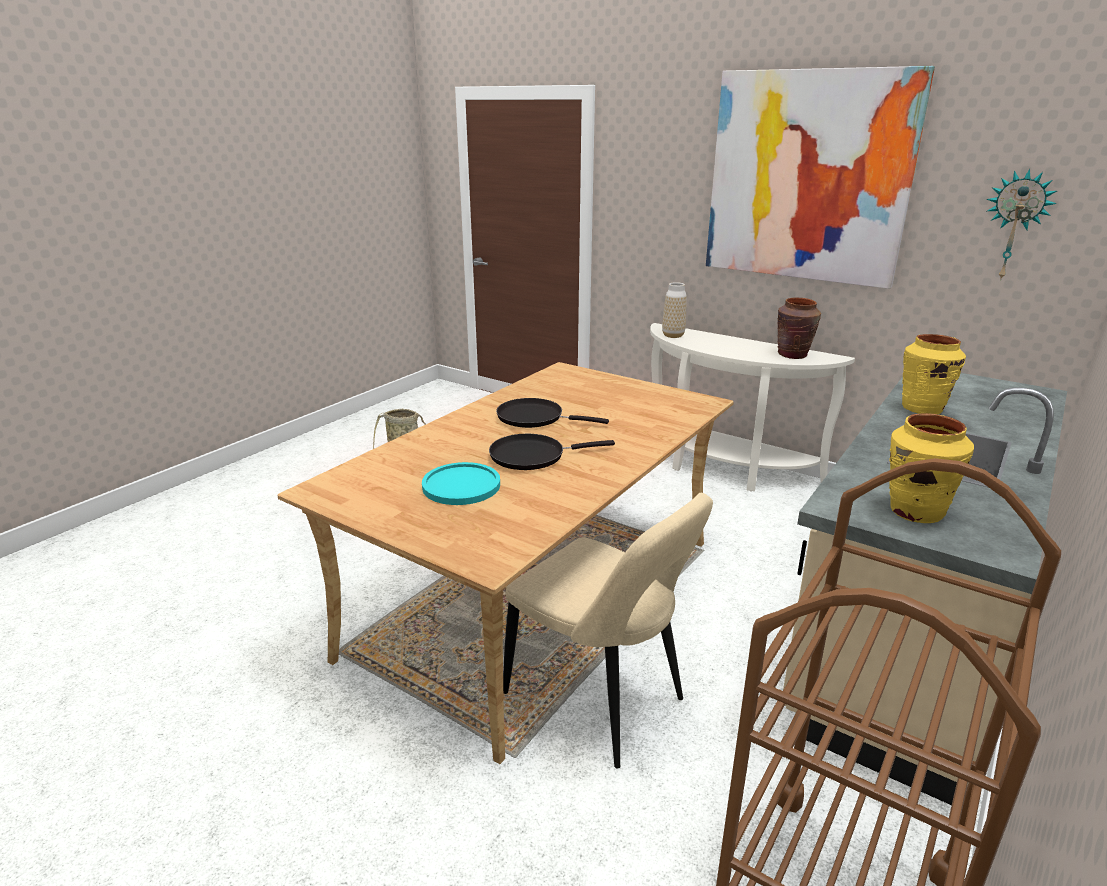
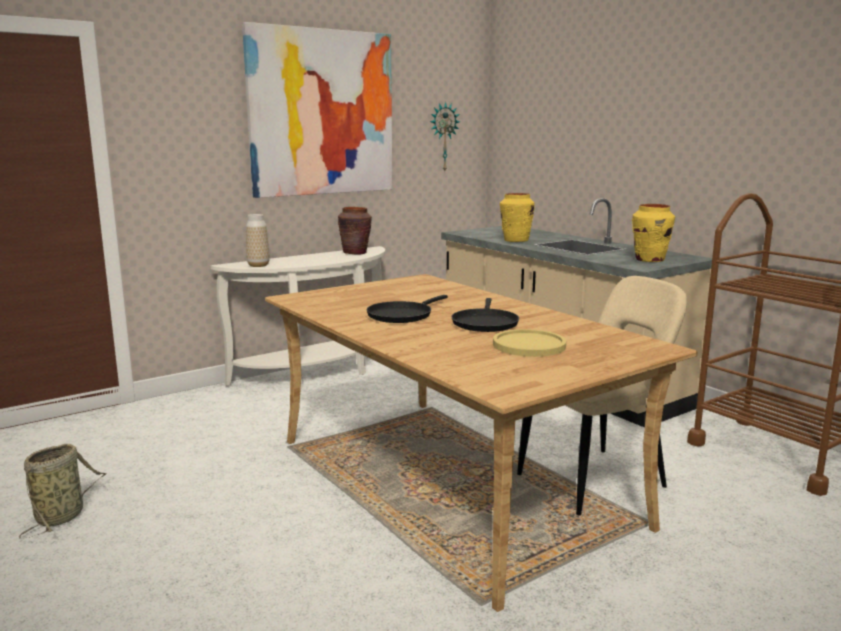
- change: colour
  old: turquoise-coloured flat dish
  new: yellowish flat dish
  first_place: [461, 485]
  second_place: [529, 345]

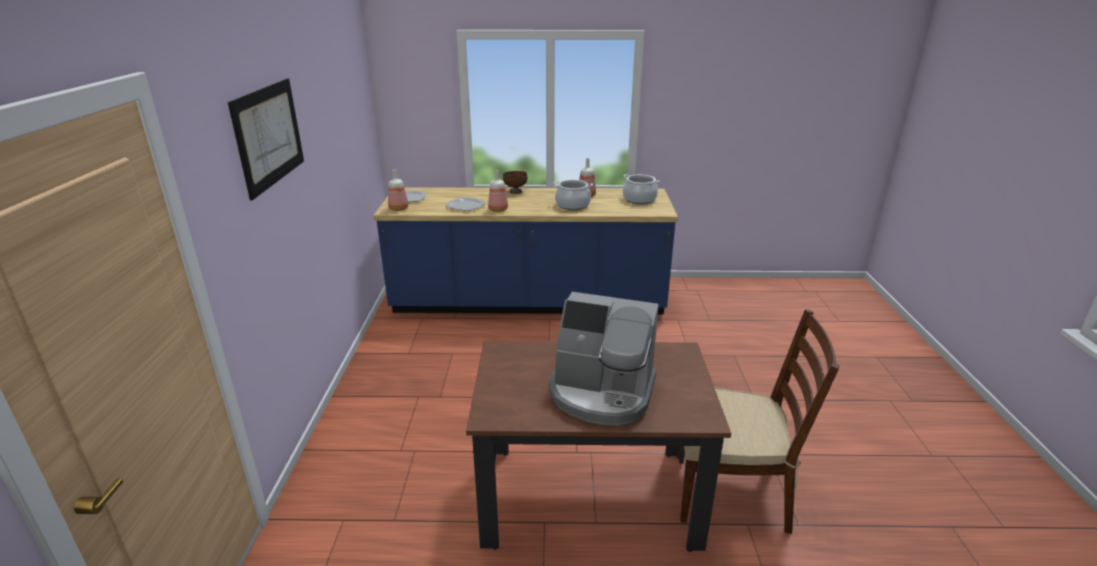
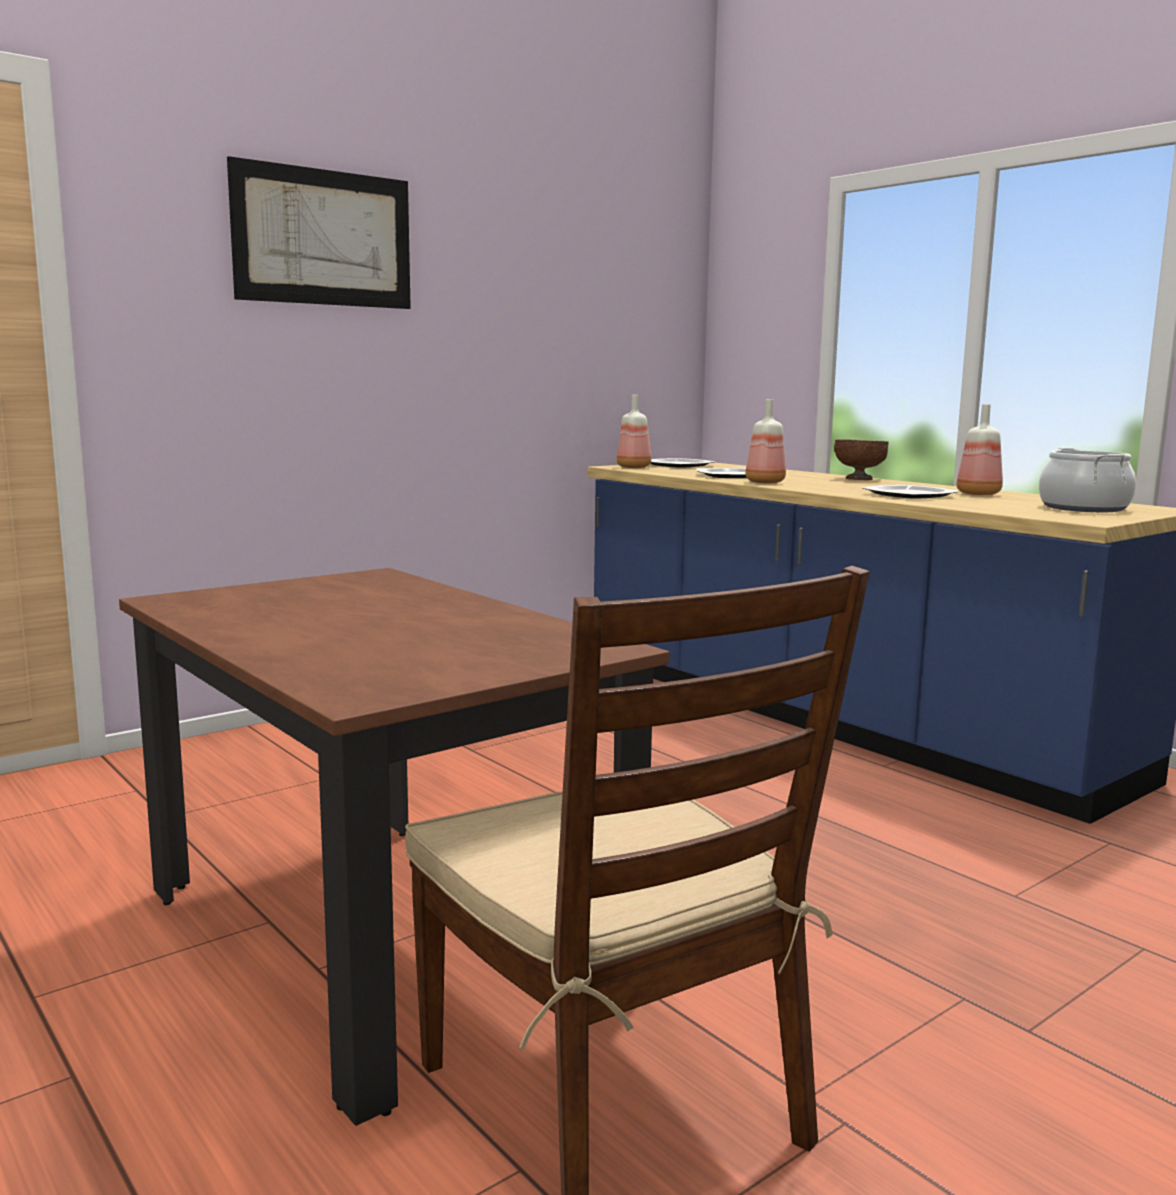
- change: missing
  old: coffee machine
  first_place: [601, 393]
- change: exchanged
  old: stockpot
  new: flat dish
  first_place: [572, 205]
  second_place: [911, 495]

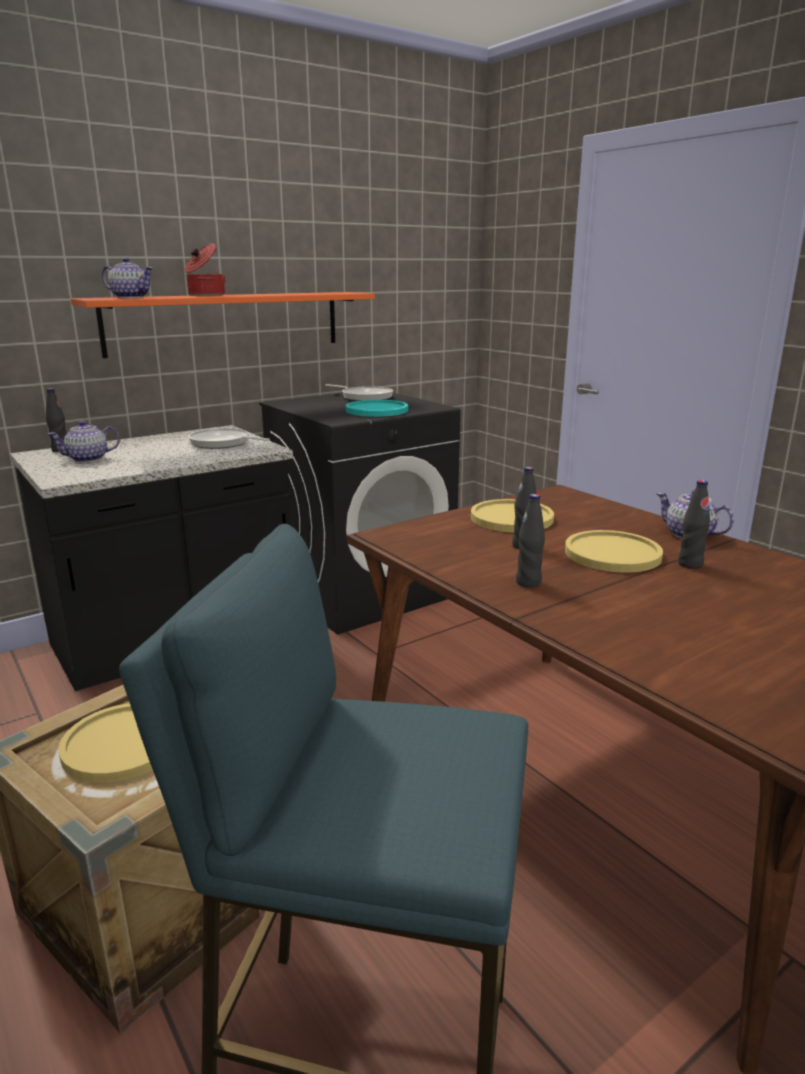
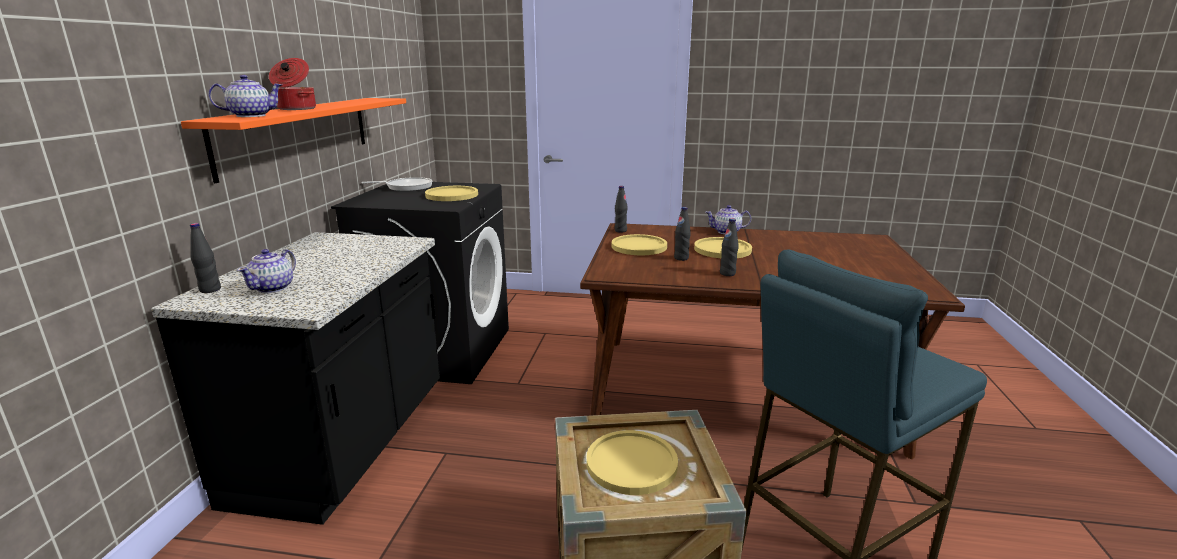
- change: missing
  old: frying pan
  first_place: [223, 443]
- change: colour
  old: turquoise-coloured flat dish
  new: yellowish flat dish
  first_place: [377, 410]
  second_place: [452, 195]
- change: relocated
  old: black-coloured beverage bottle
  first_place: [690, 564]
  second_place: [620, 231]

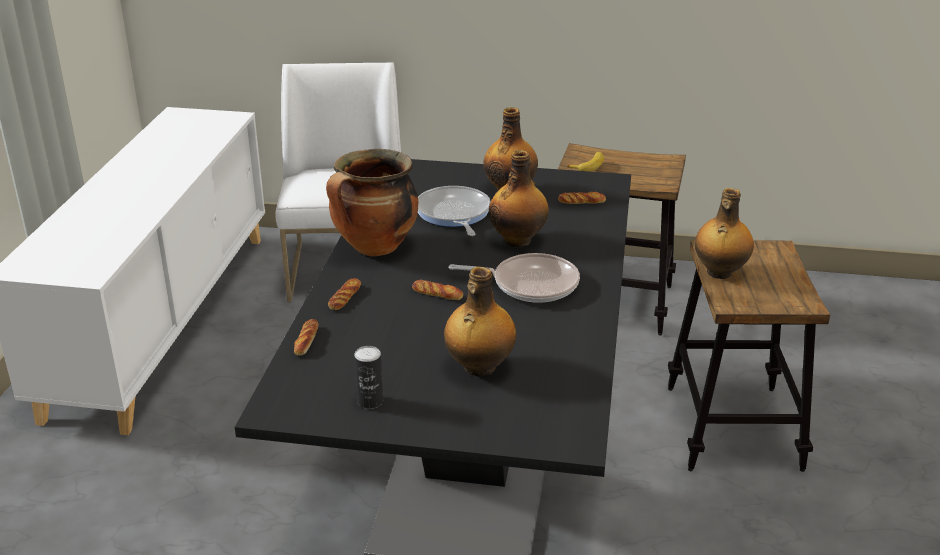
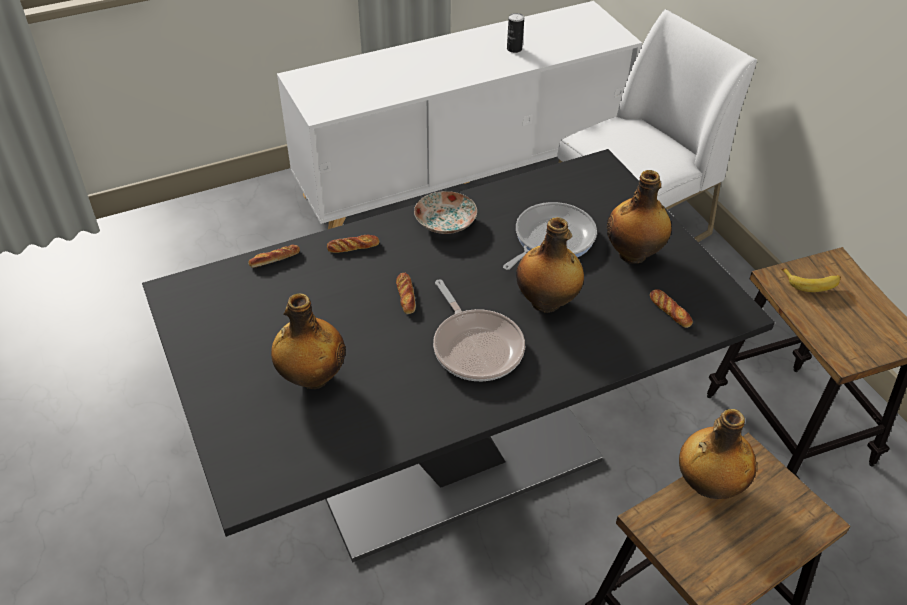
- change: exchanged
  old: stockpot
  new: flat dish
  first_place: [375, 248]
  second_place: [445, 223]
- change: relocated
  old: metal can
  first_place: [370, 401]
  second_place: [514, 49]

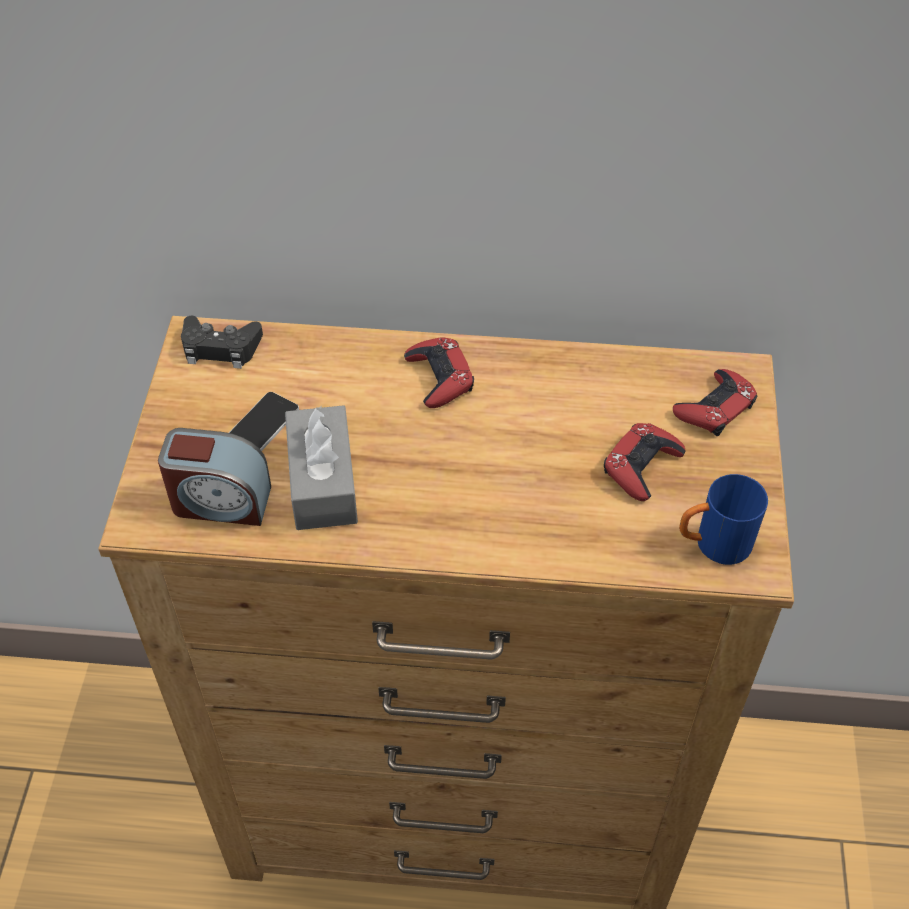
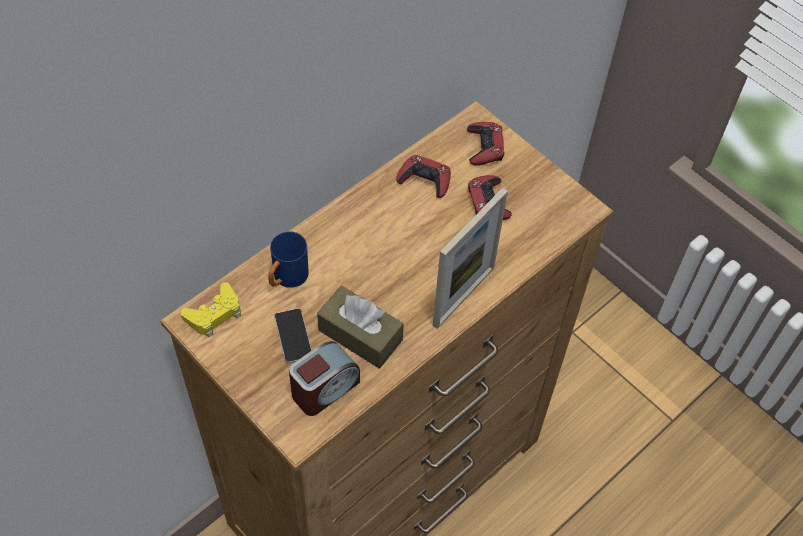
- change: colour
  old: black-coloured game controller
  new: yellowish game controller
  first_place: [220, 348]
  second_place: [214, 314]
- change: colour
  old: gray box of tissues
  new: brown box of tissues
  first_place: [323, 482]
  second_place: [360, 335]
- change: relocated
  old: reddish game controller
  first_place: [439, 378]
  second_place: [425, 180]
- change: relocated
  old: blue-coloured coffee mug
  first_place: [713, 544]
  second_place: [287, 279]
- change: appeared
  new: standing frame
  second_place: [463, 296]

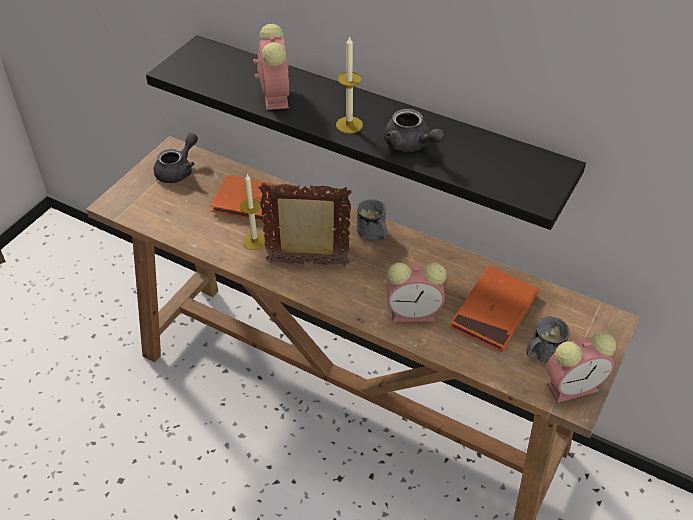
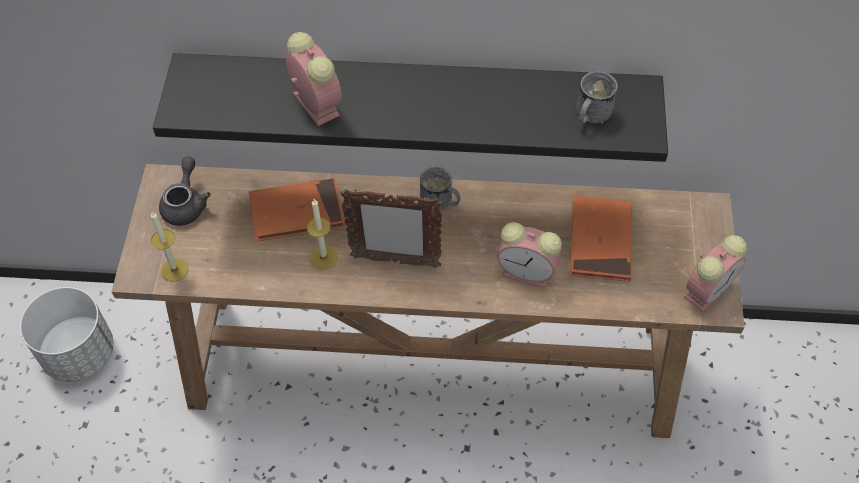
- change: spun
  old: standing frame
  first_place: [308, 264]
  second_place: [394, 261]
  degrees: -150
- change: relocated
  old: wax candle
  first_place: [349, 125]
  second_place: [174, 270]
- change: missing
  old: gray tea pot
  first_place: [410, 145]
- change: spun
  old: alarm clock
  first_place: [415, 312]
  second_place: [528, 273]
  degrees: 45
- change: relocated
  old: gray coffee mug
  first_place: [541, 353]
  second_place: [590, 115]
- change: appeared
  new: white plant pot
  second_place: [79, 353]

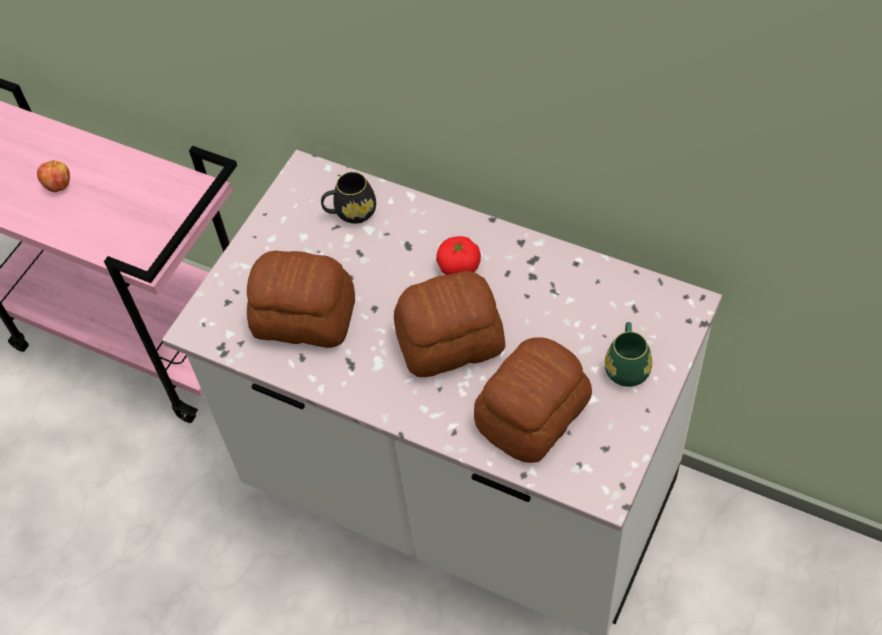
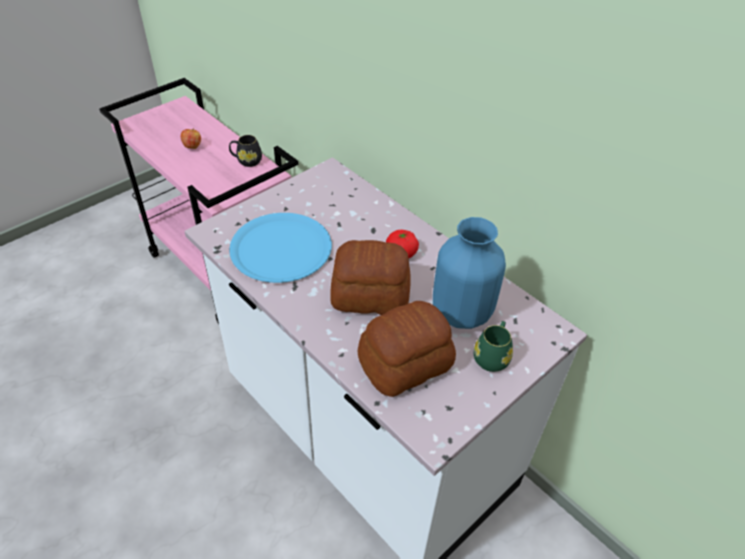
- change: exchanged
  old: baked bread
  new: blue-coloured flat dish
  first_place: [304, 318]
  second_place: [281, 249]
- change: relocated
  old: black-coloured coffee mug
  first_place: [350, 212]
  second_place: [246, 161]
- change: appeared
  new: blue-coloured flower vase
  second_place: [460, 312]

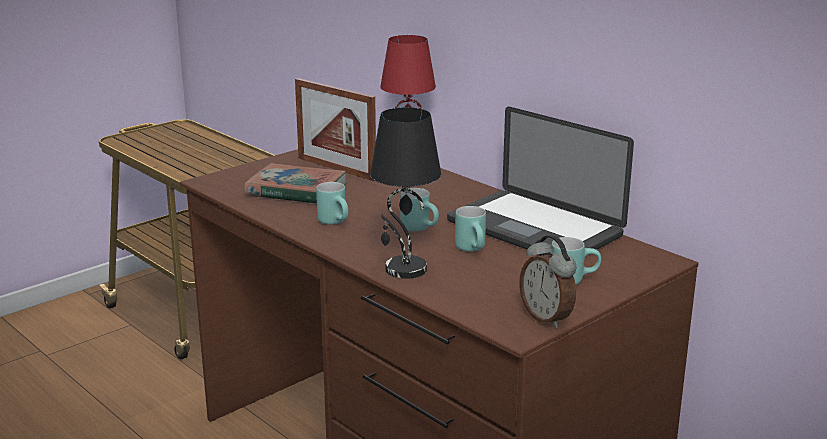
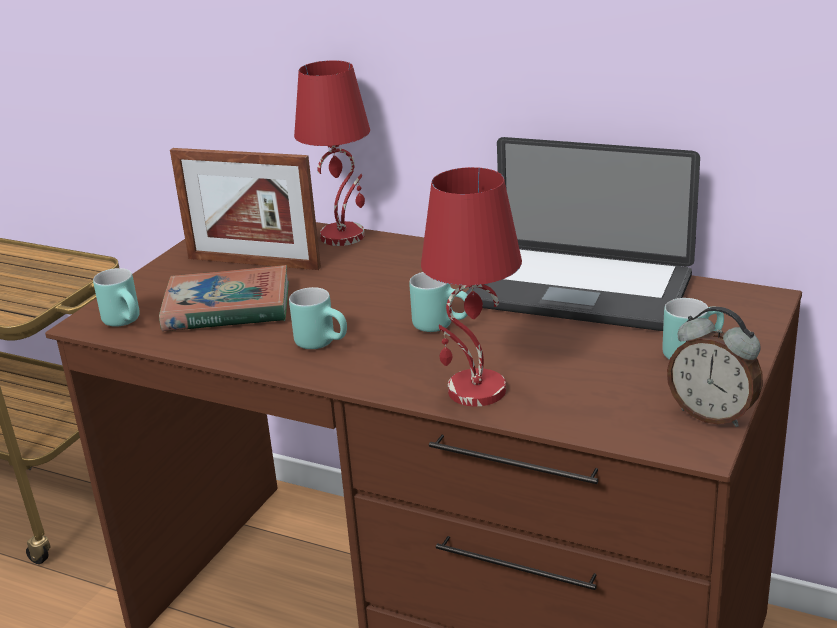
- change: colour
  old: black-coloured tabletop lamp
  new: reddish tabletop lamp
  first_place: [404, 269]
  second_place: [475, 391]
- change: relocated
  old: turquoise-coloured coffee mug
  first_place: [474, 249]
  second_place: [128, 322]

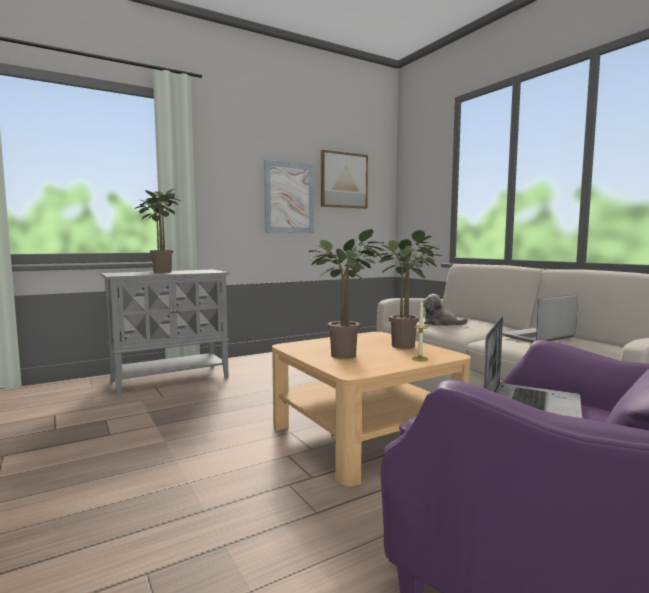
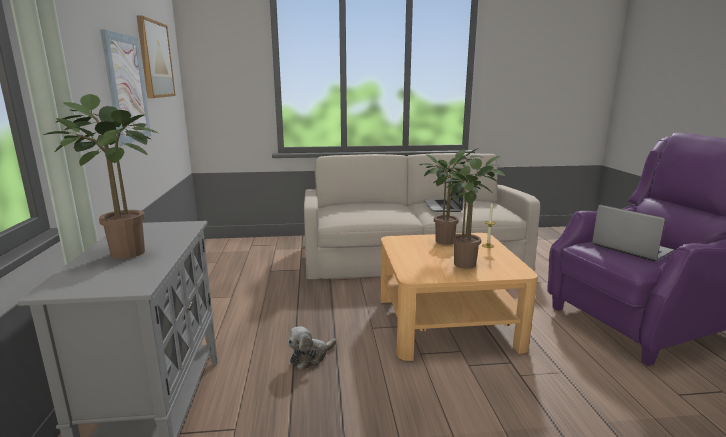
- change: relocated
  old: soft toy
  first_place: [440, 323]
  second_place: [310, 357]

